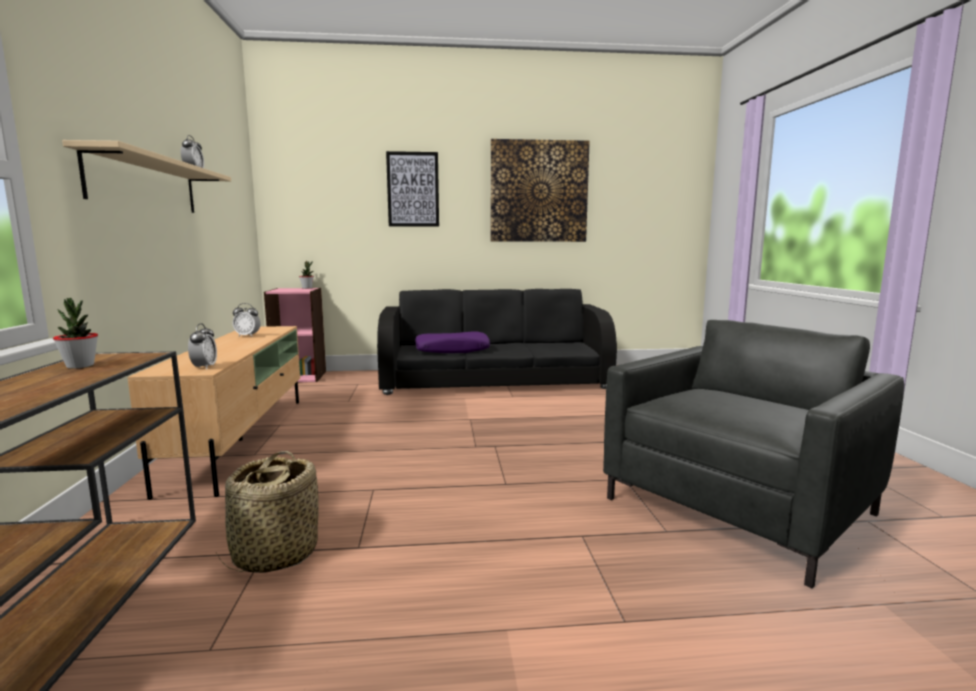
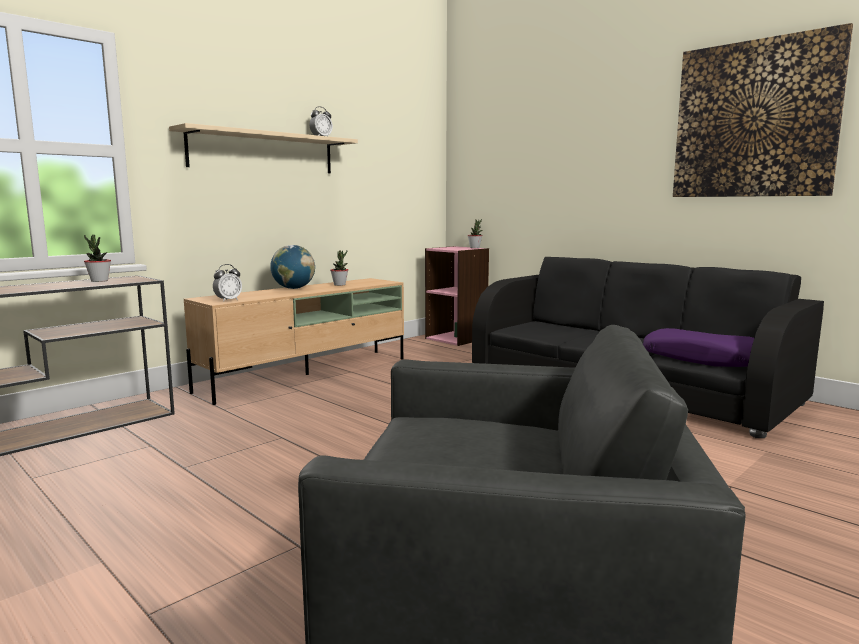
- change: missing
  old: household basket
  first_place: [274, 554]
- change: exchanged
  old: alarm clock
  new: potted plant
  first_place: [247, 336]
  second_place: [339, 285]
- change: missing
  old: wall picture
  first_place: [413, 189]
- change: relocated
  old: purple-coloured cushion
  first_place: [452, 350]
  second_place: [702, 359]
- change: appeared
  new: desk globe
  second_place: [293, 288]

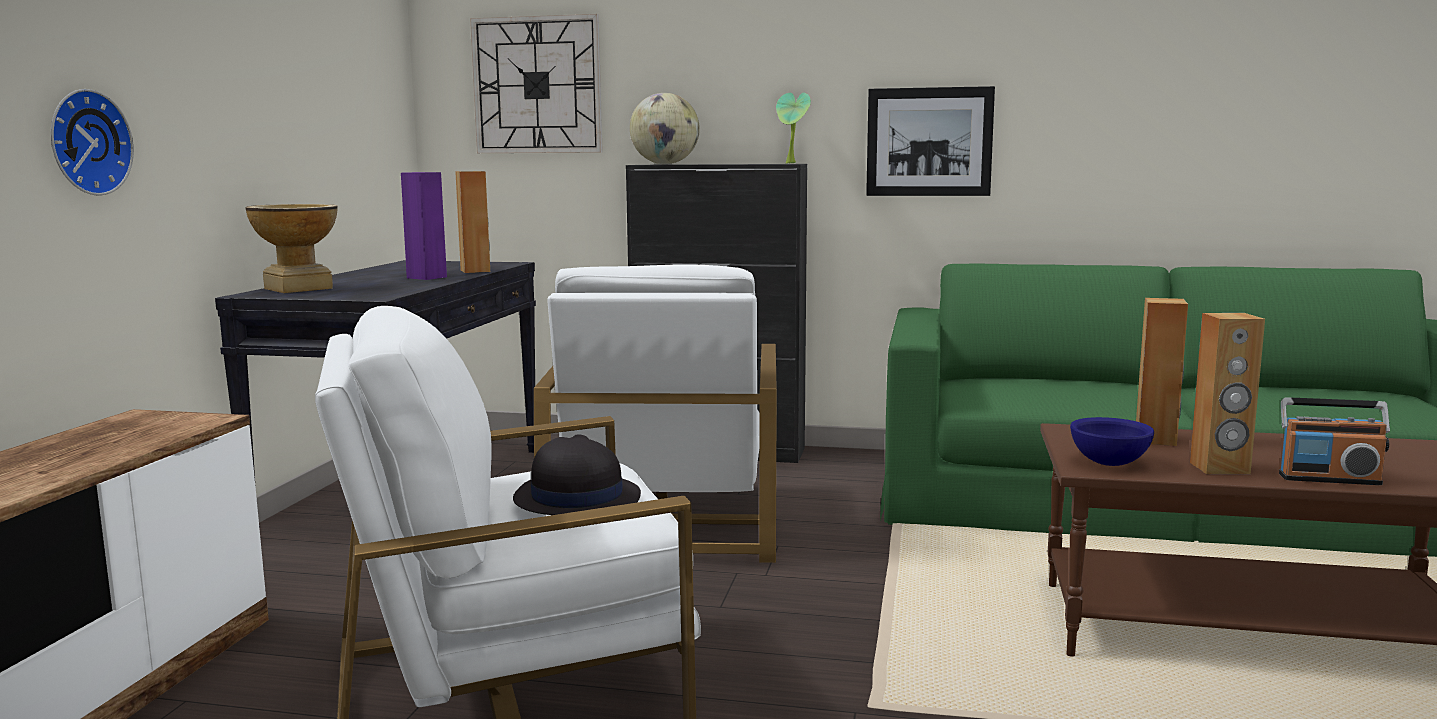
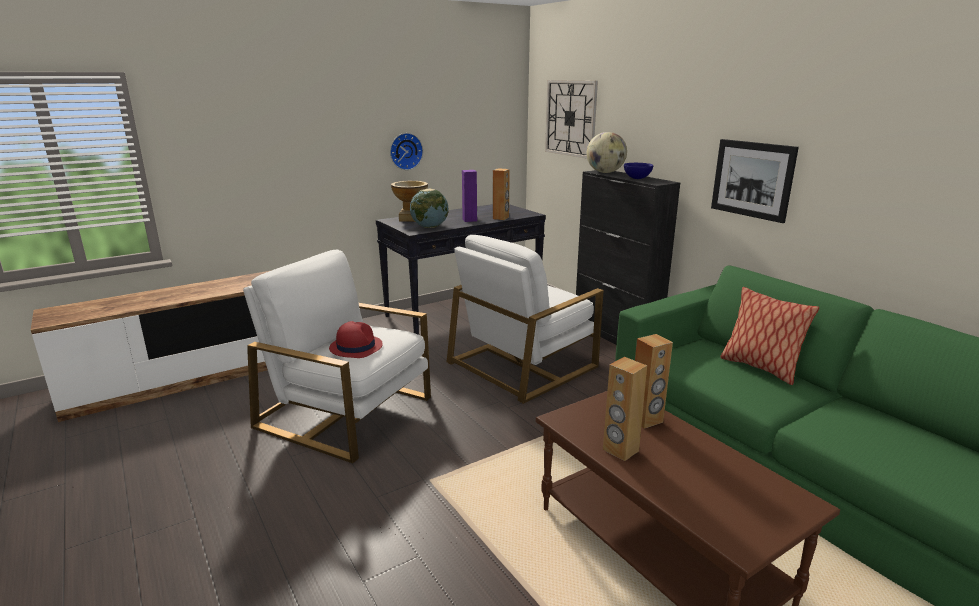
- change: relocated
  old: wall clock
  first_place: [86, 142]
  second_place: [405, 151]
- change: colour
  old: black-coloured hat
  new: reddish hat
  first_place: [576, 498]
  second_place: [355, 347]
- change: missing
  old: potted plant
  first_place: [791, 163]
- change: relocated
  old: blue-coloured deep dish
  first_place: [1108, 463]
  second_place: [637, 178]
- change: missing
  old: radio
  first_place: [1329, 479]
- change: appeared
  new: desk globe
  second_place: [430, 227]
- change: appeared
  new: cushion
  second_place: [759, 368]

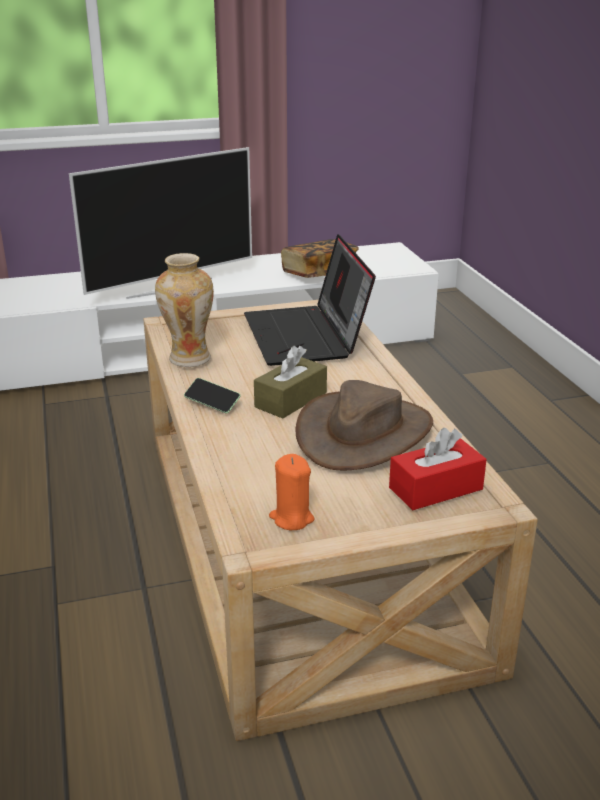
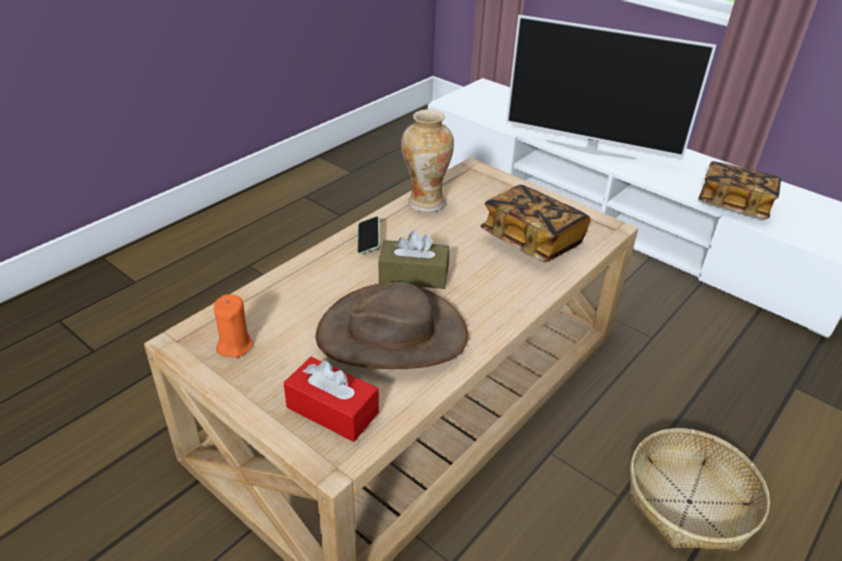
- change: exchanged
  old: portable computer
  new: bound book
  first_place: [307, 337]
  second_place: [532, 240]
- change: appeared
  new: household basket
  second_place: [690, 502]

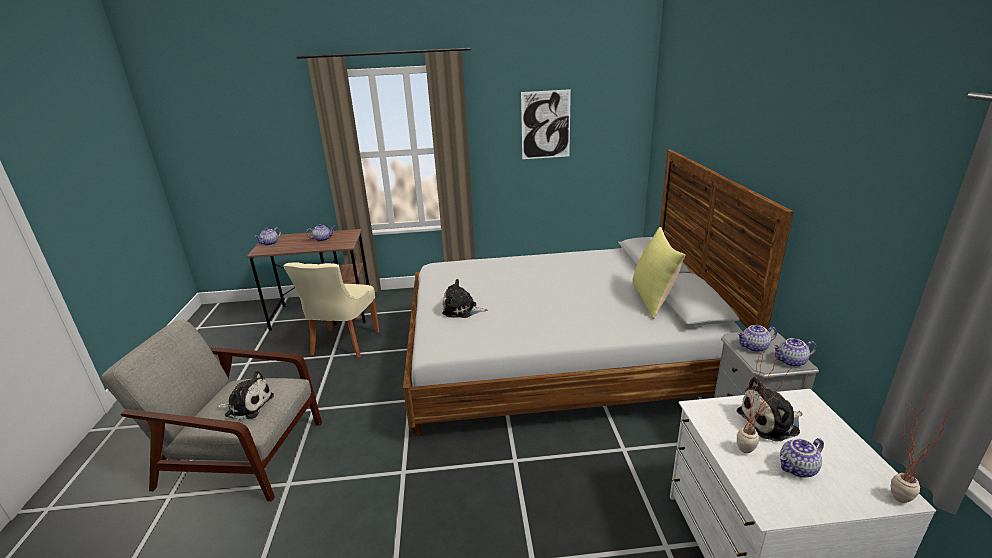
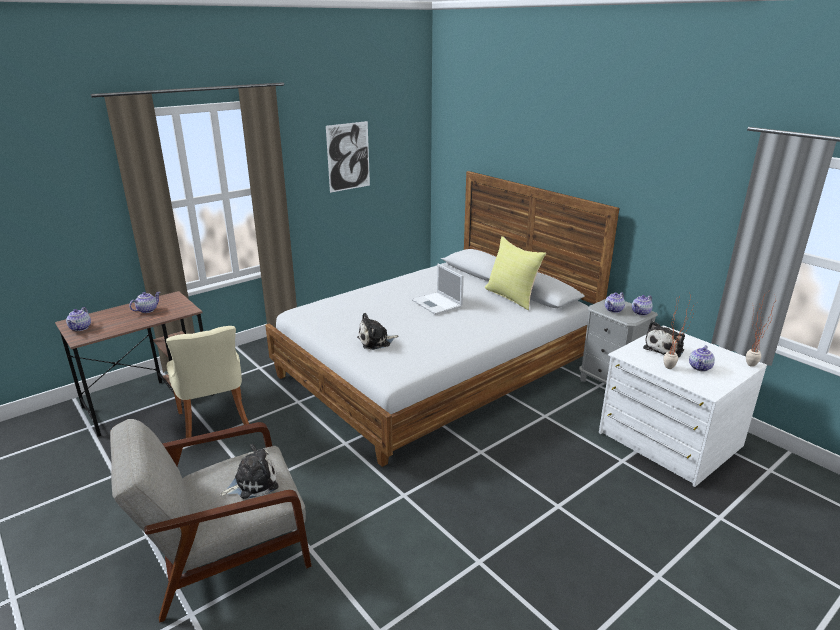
- change: appeared
  new: portable computer
  second_place: [437, 304]

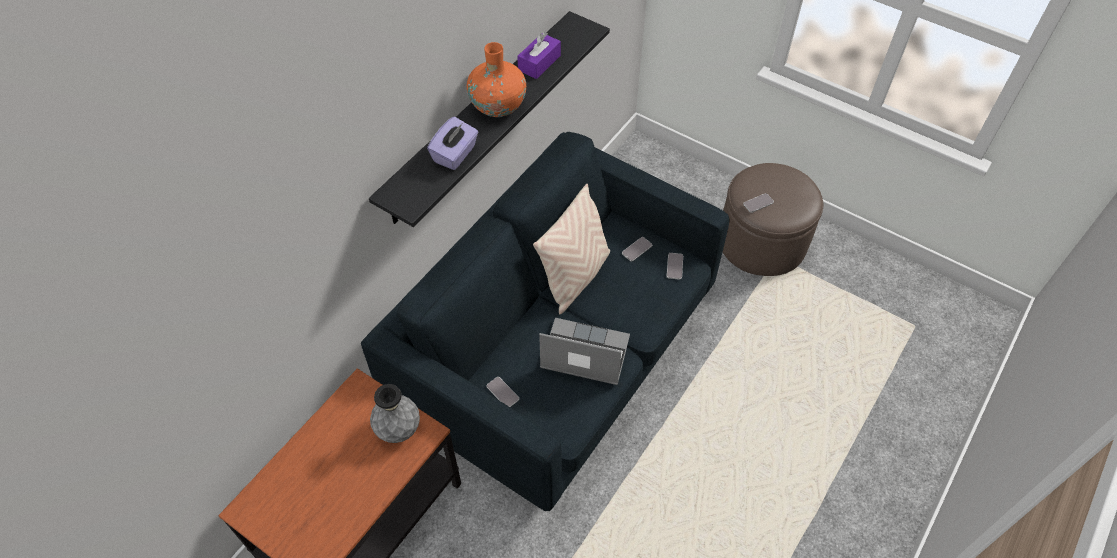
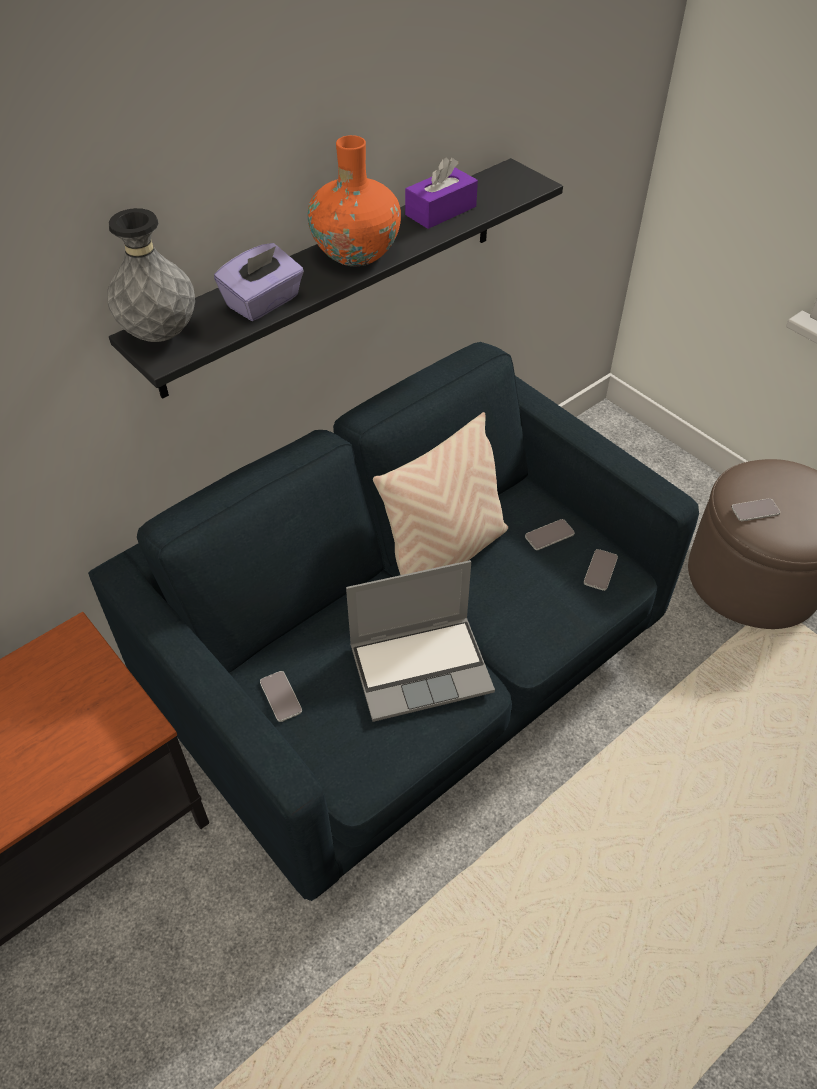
- change: relocated
  old: gray flower vase
  first_place: [398, 430]
  second_place: [160, 335]
- change: spun
  old: portable computer
  first_place: [583, 354]
  second_place: [422, 667]
  degrees: 135

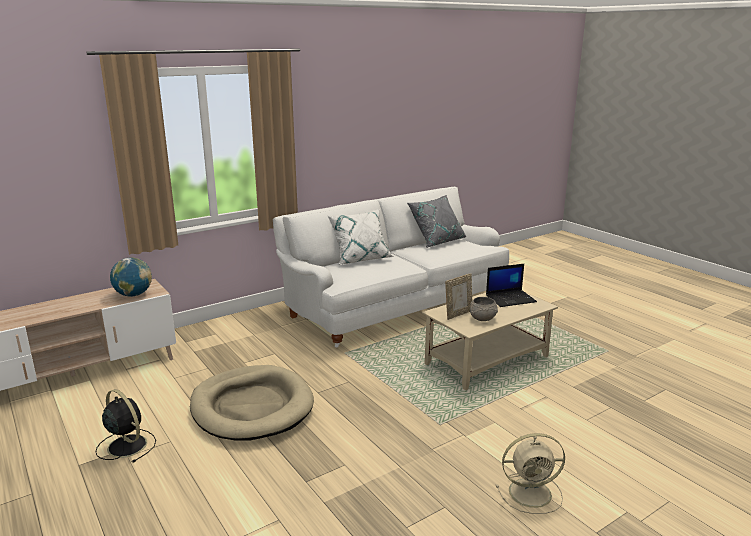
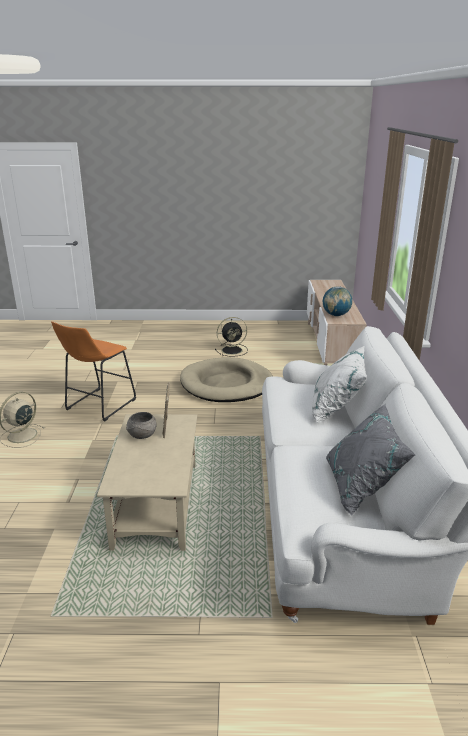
- change: missing
  old: portable computer
  first_place: [511, 298]
- change: appeared
  new: orangey stool
  second_place: [98, 406]

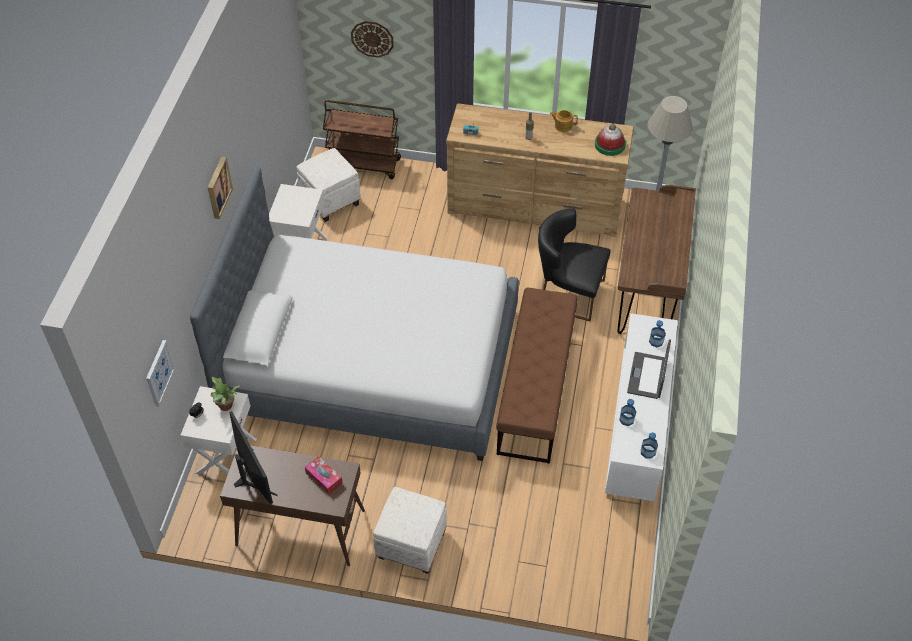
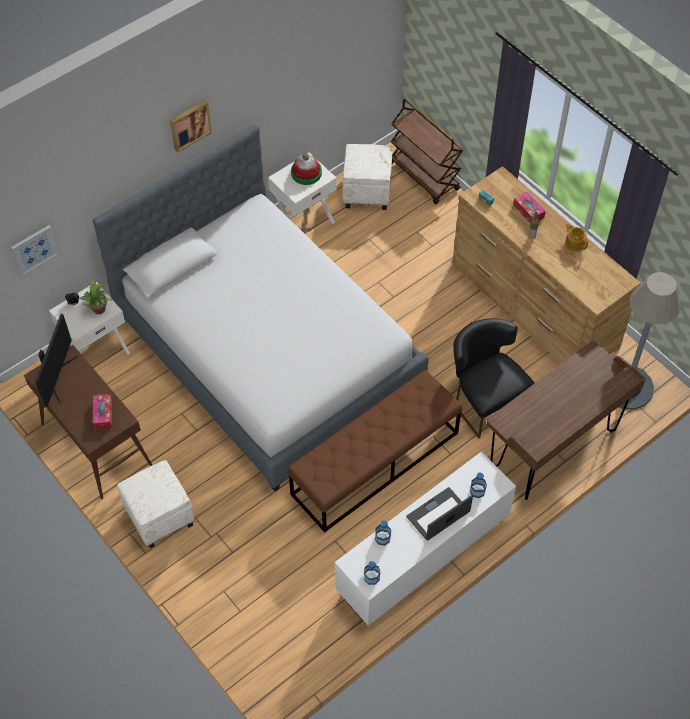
- change: missing
  old: wall clock
  first_place: [372, 38]
- change: relocated
  old: hat
  first_place: [609, 145]
  second_place: [306, 173]
- change: appeared
  new: box of tissues
  second_place: [528, 211]

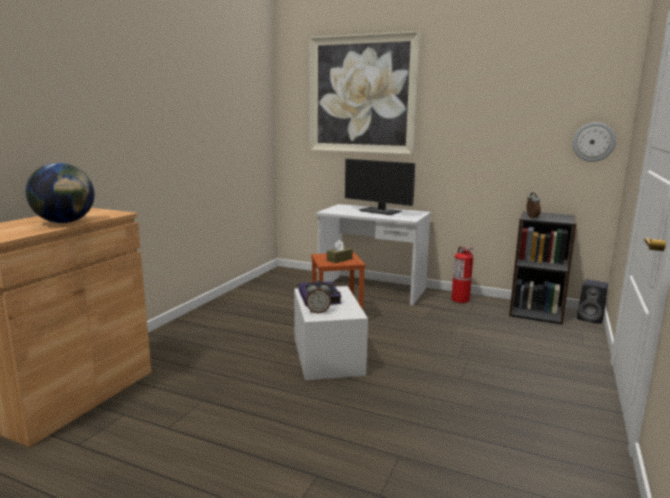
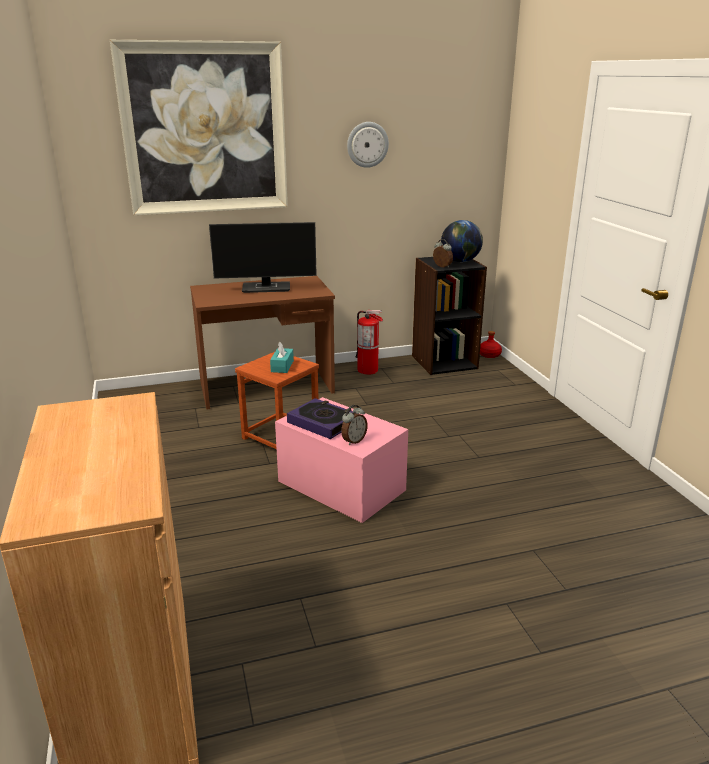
- change: relocated
  old: desk globe
  first_place: [65, 222]
  second_place: [460, 261]
- change: colour
  old: white storage box
  new: pink-coloured storage box
  first_place: [327, 355]
  second_place: [341, 485]
- change: colour
  old: white desk unit
  new: brown desk unit
  first_place: [371, 290]
  second_place: [266, 388]
- change: colour
  old: brown box of tissues
  new: turquoise-coloured box of tissues
  first_place: [339, 259]
  second_place: [282, 366]
- change: relocated
  old: wall clock
  first_place: [593, 142]
  second_place: [367, 144]
- change: exchanged
  old: black-coloured loudspeaker
  new: reddish beverage bottle
  first_place: [591, 318]
  second_place: [489, 355]

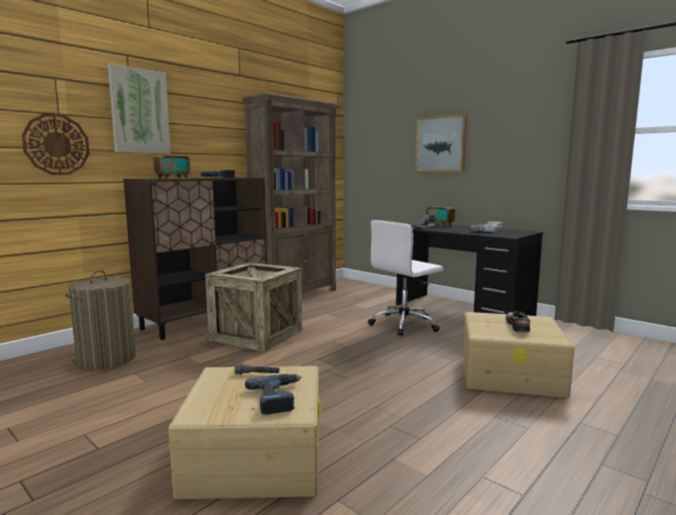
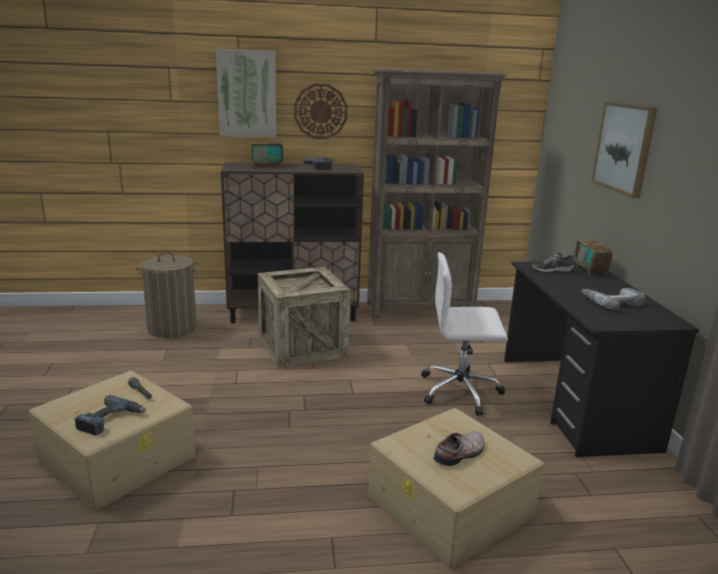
- change: relocated
  old: wall clock
  first_place: [56, 144]
  second_place: [320, 111]

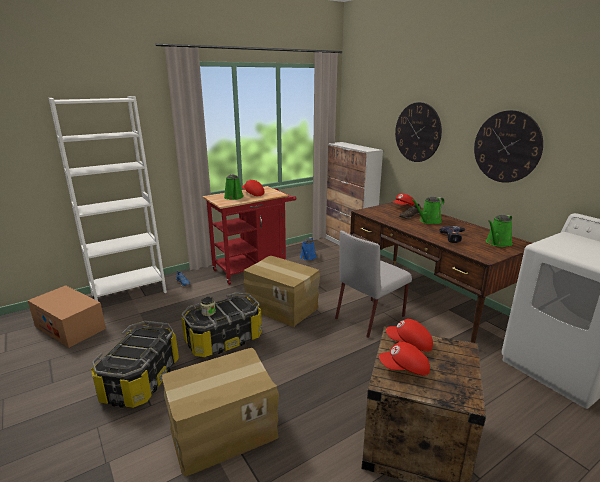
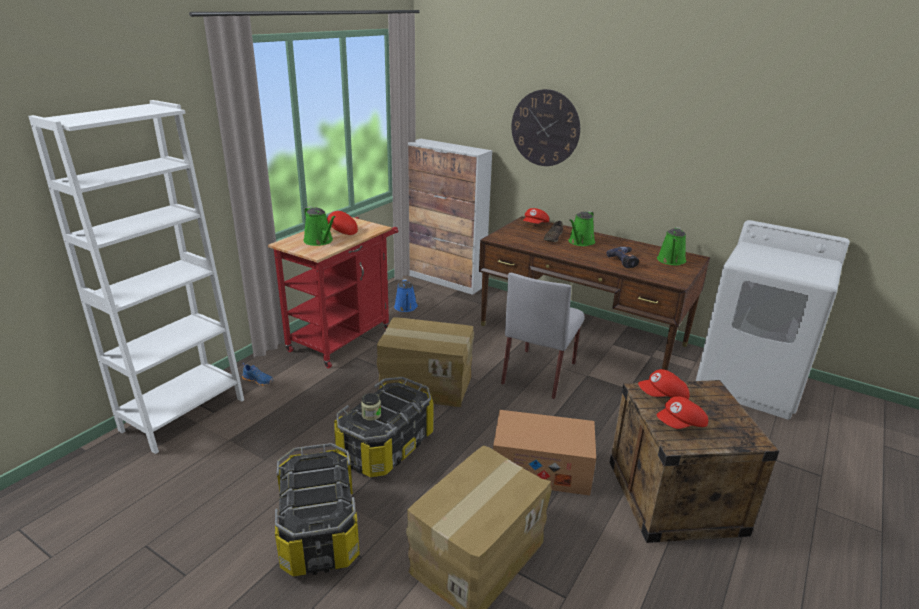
- change: relocated
  old: packing box
  first_place: [70, 327]
  second_place: [541, 468]
- change: missing
  old: wall clock
  first_place: [507, 147]

